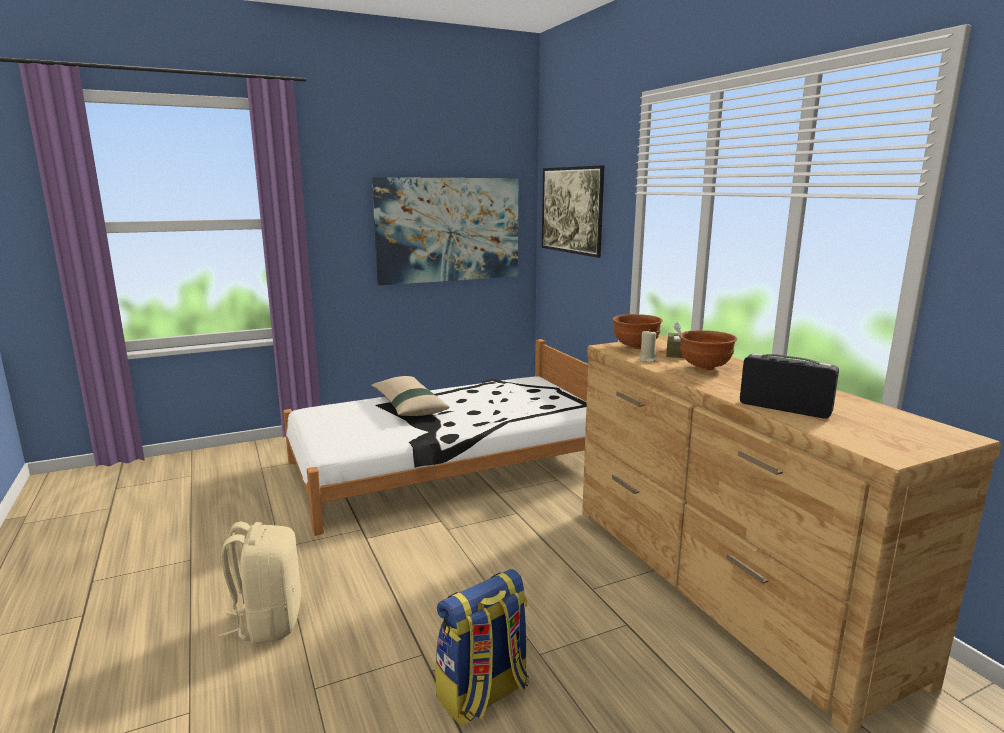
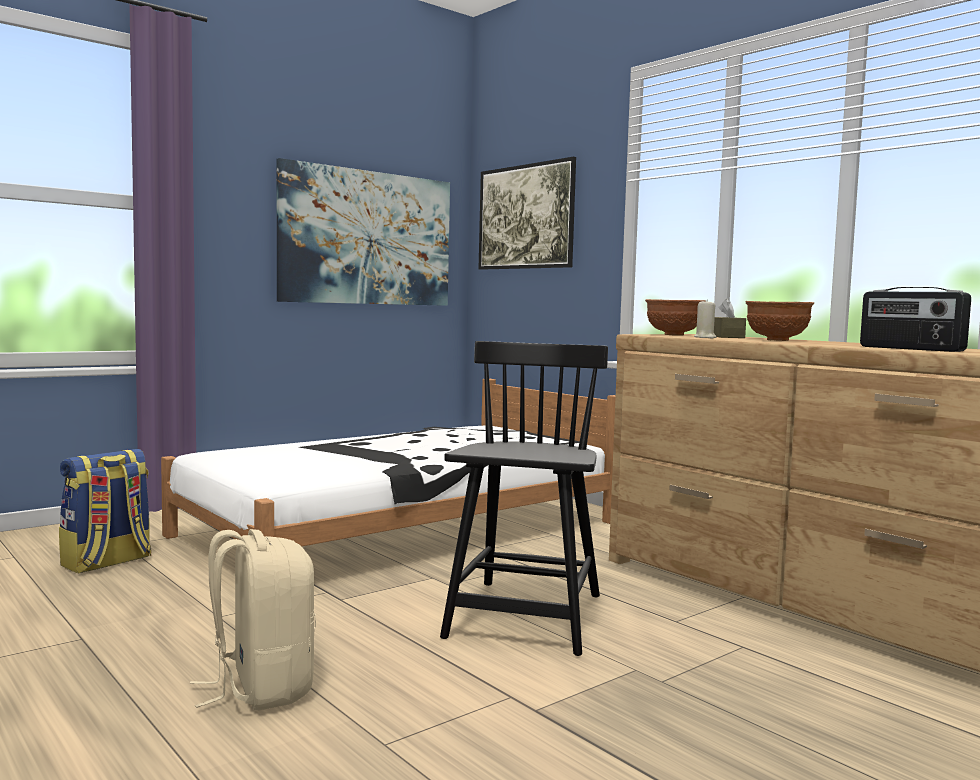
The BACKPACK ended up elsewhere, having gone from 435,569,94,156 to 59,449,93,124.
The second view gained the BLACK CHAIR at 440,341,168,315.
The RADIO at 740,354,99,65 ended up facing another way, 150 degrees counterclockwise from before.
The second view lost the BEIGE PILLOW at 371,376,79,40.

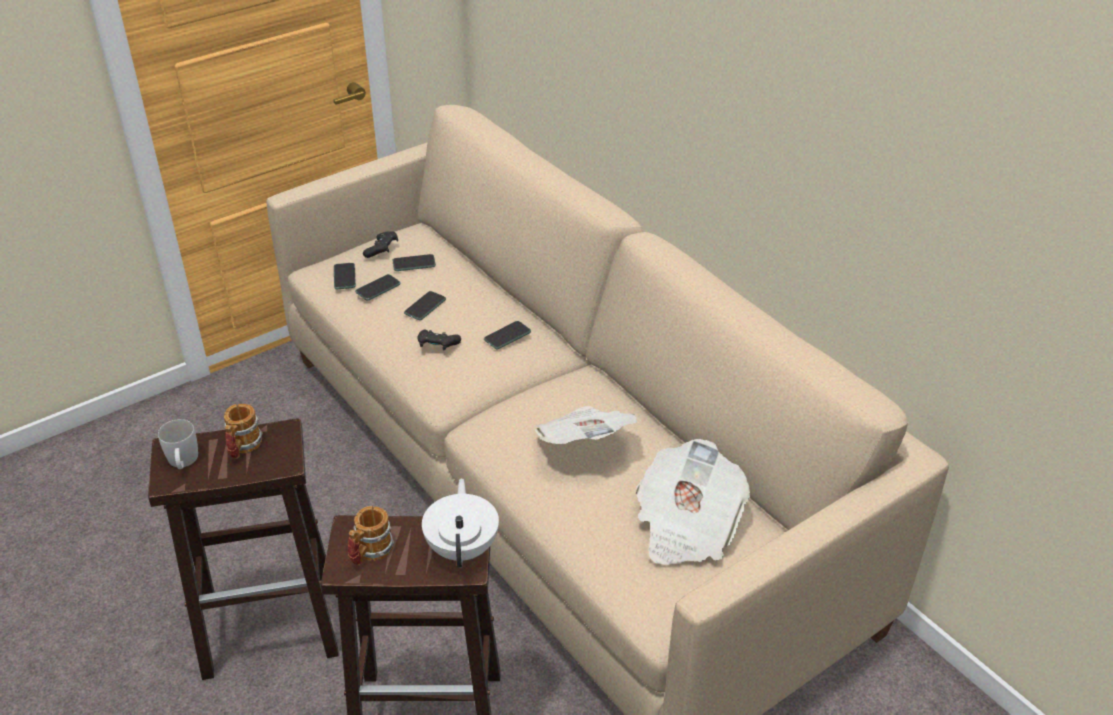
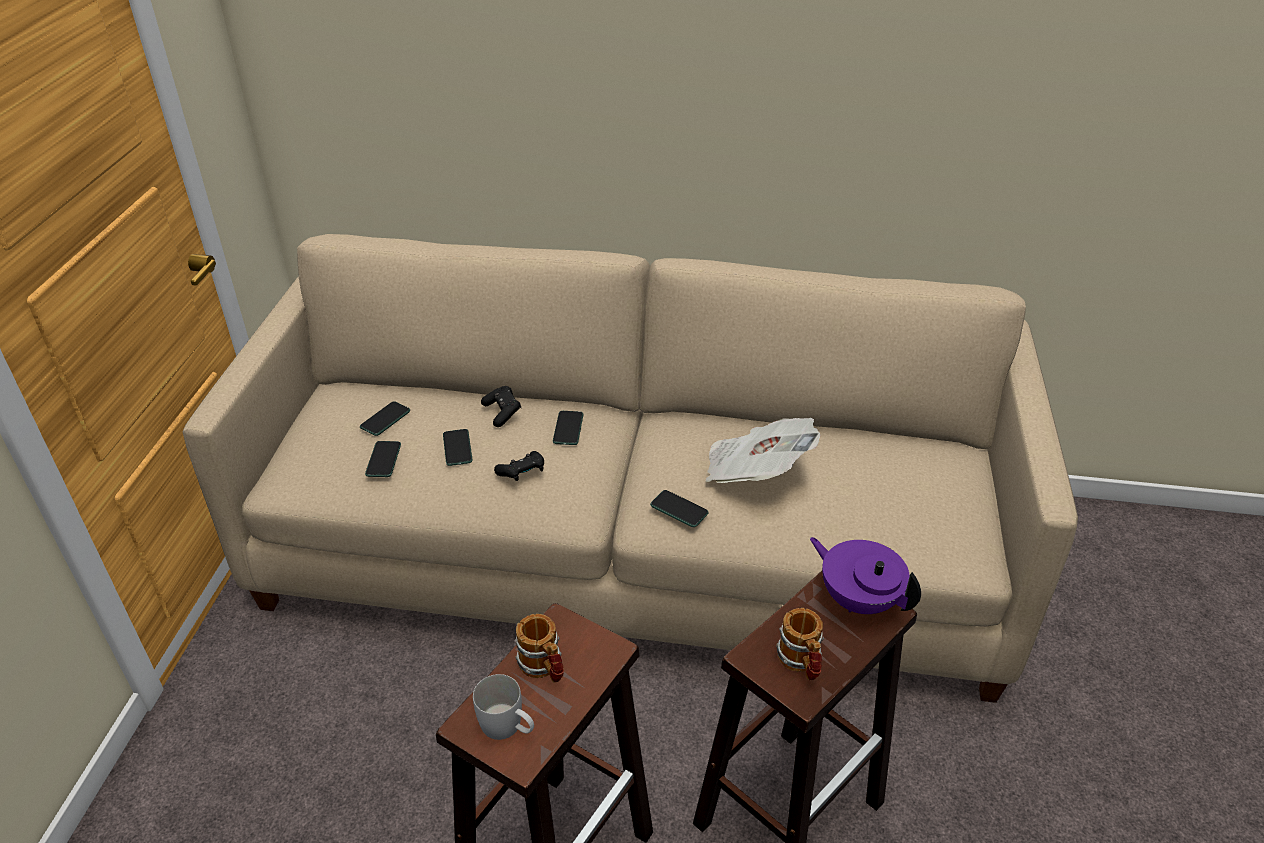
The BLACK GAME CONTROLLER ended up elsewhere, having gone from 363,232,35,26 to 481,386,40,41.
The PHONE ended up elsewhere, having gone from 334,263,22,26 to 650,490,59,37.
What was the WHITE TEAPOT at 422,478,77,90 turned into the PURPLE TEAPOT at 810,537,111,77.
The second view lost the NEWSPAPER at 636,439,114,126.

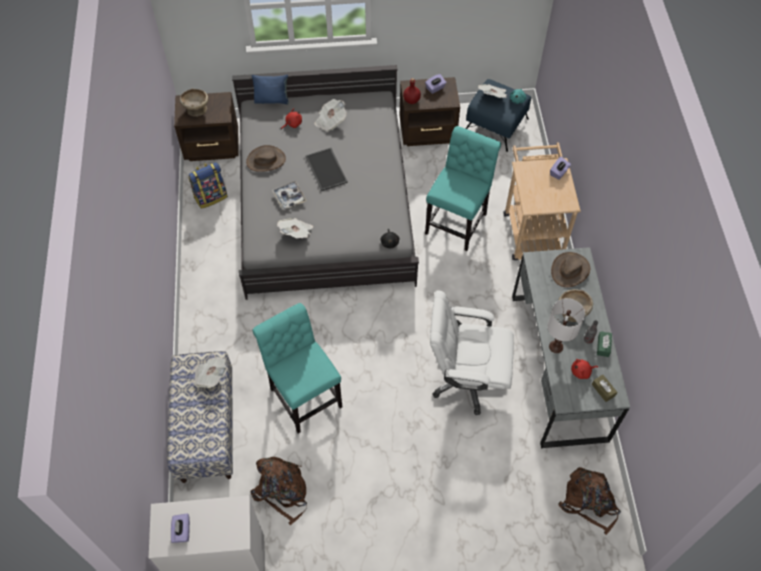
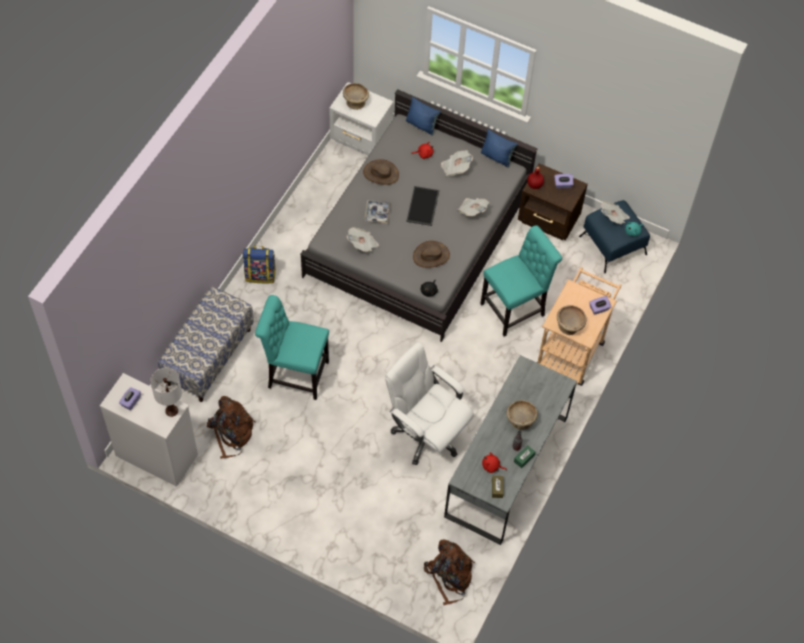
The WHITE TABLE LAMP ended up elsewhere, having gone from 547,298,38,55 to 151,368,31,49.
The BACKPACK ended up elsewhere, having gone from 189,162,39,47 to 243,246,33,38.
The TURQUOISE CHAIR at 253,303,90,130 ended up facing another way, 75 degrees counterclockwise from before.
What was the BROWN NIGHTSTAND at 174,92,65,69 turned into the WHITE NIGHTSTAND at 329,82,65,74.
The BROWN HAT ended up elsewhere, having gone from 551,252,39,35 to 413,241,37,27.
The NEWSPAPER ended up elsewhere, having gone from 194,356,33,32 to 458,198,31,18.
The second view gained the BLUE PILLOW at 481,129,37,39.
The second view gained the BEIGE BOWL at 557,305,29,30.

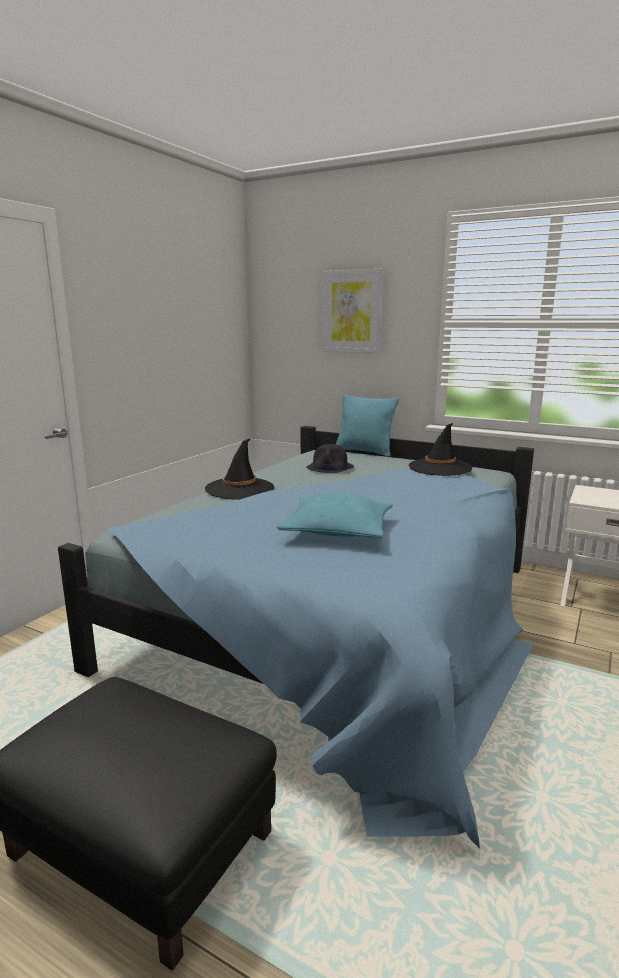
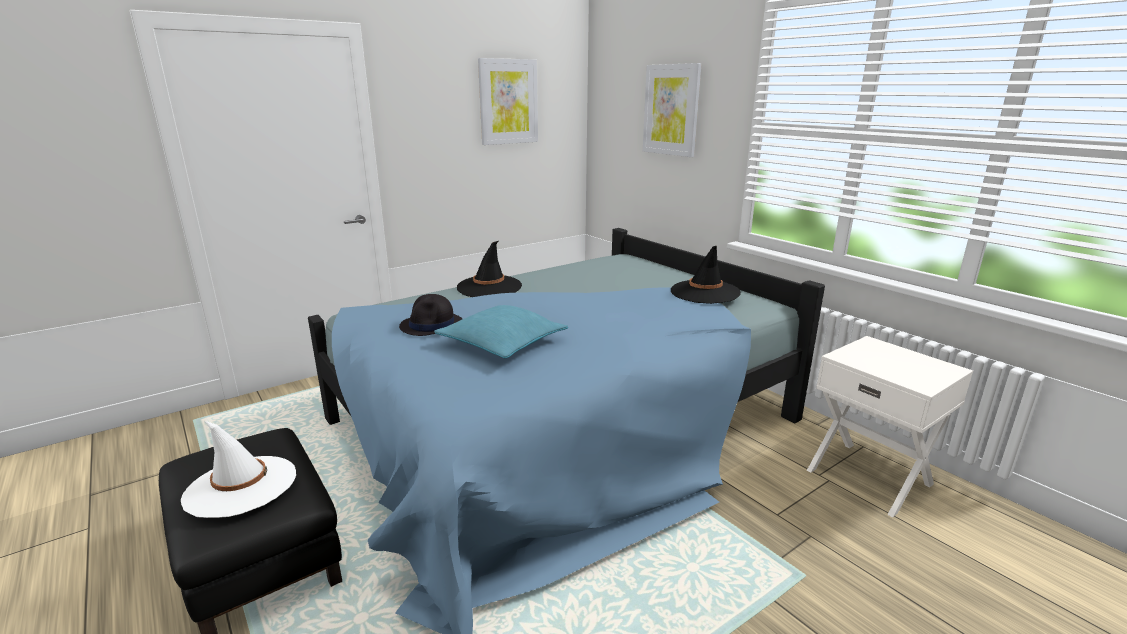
The second view gained the WHITE HAT at 181,421,115,97.
The BLACK HAT ended up elsewhere, having gone from 306,444,48,29 to 399,294,63,42.
The second view gained the PICTURE at 478,58,60,87.
The second view lost the TURQUOISE PILLOW at 336,394,63,63.

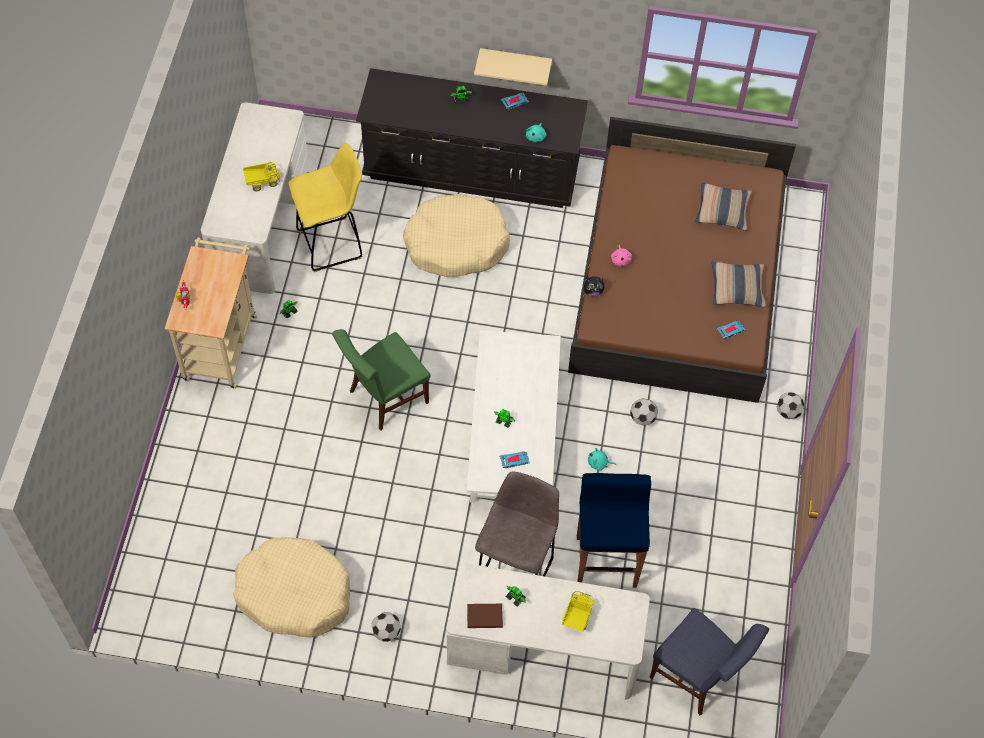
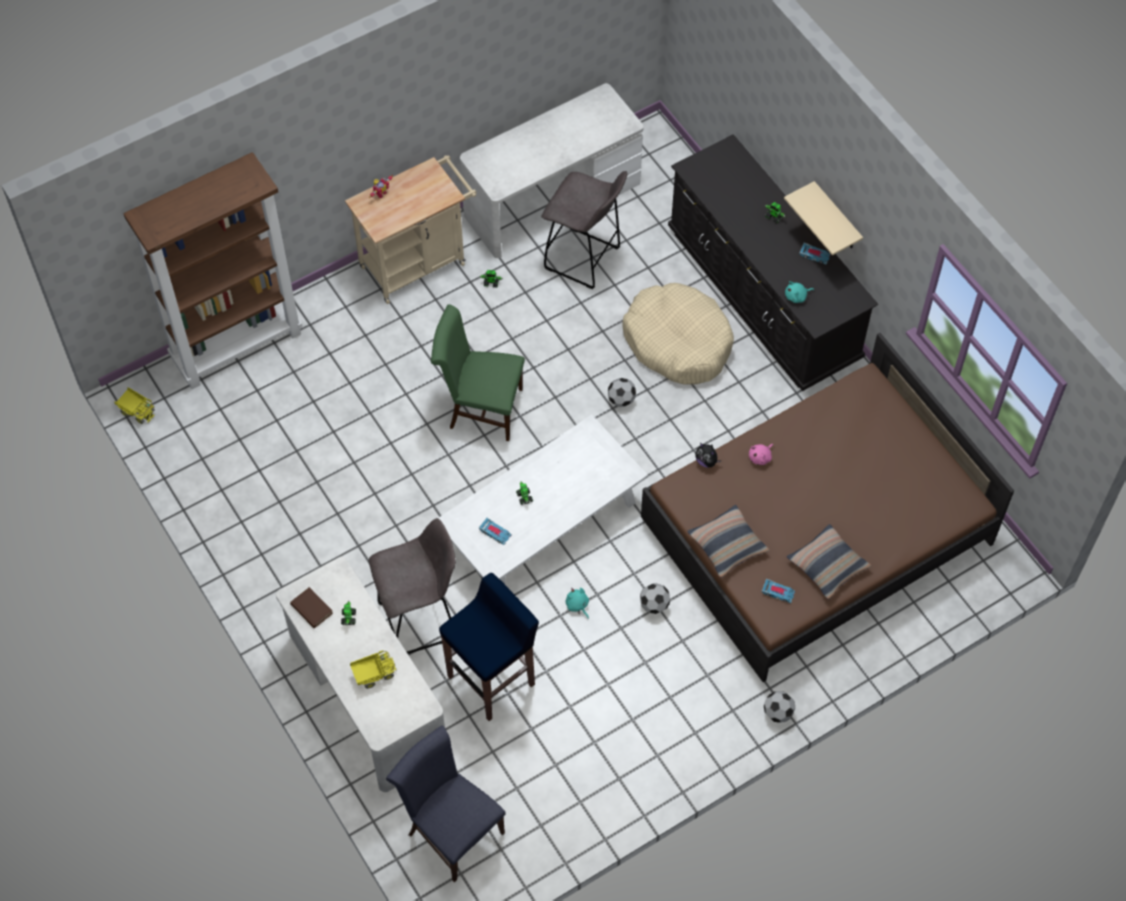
The TOY TRUCK ended up elsewhere, having gone from 243,162,37,29 to 115,387,40,37.
The second view gained the BROWN BOOKCASE at 123,152,180,237.
The BLUE CHAIR at 650,608,119,108 ended up facing another way, 135 degrees clockwise from before.
What was the YELLOW STOOL at 289,143,73,129 turned into the GREY STOOL at 541,171,87,118.
The FOOTBALL ended up elsewhere, having gone from 372,612,29,30 to 608,378,28,29.
The PILLOW ended up elsewhere, having gone from 695,183,57,48 to 687,505,82,73.
The second view lost the BEIGE DOG BED at 233,537,117,101.

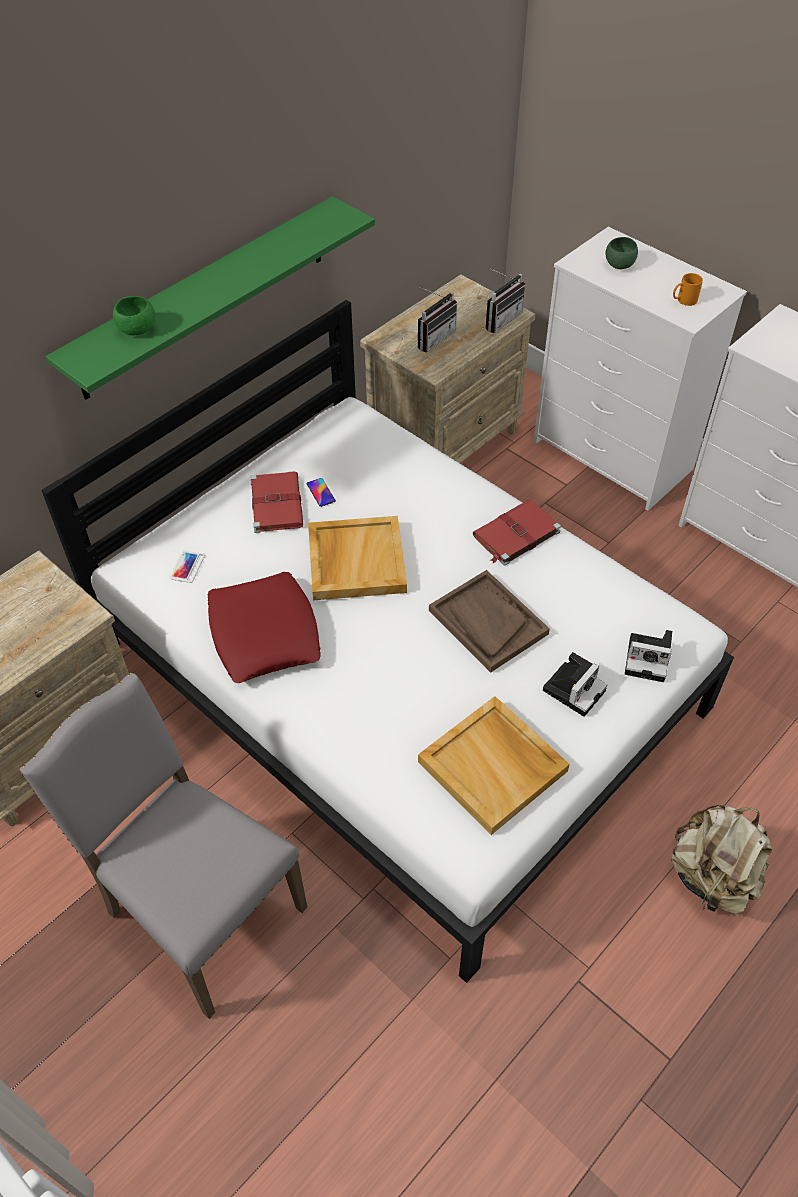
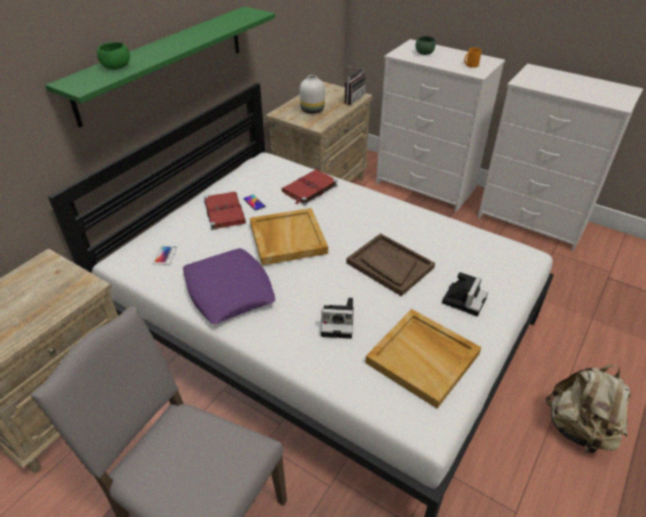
What was the RED PILLOW at 207,572,114,111 turned into the PURPLE PILLOW at 183,248,92,76.
The RED BOOK ended up elsewhere, having gone from 473,499,88,67 to 281,170,57,35.
Where the RADIO stood at 418,287,39,65, the WHITE VASE came to stand at 300,75,25,39.
The PHOTO CAMERA ended up elsewhere, having gone from 625,630,47,52 to 321,298,33,41.

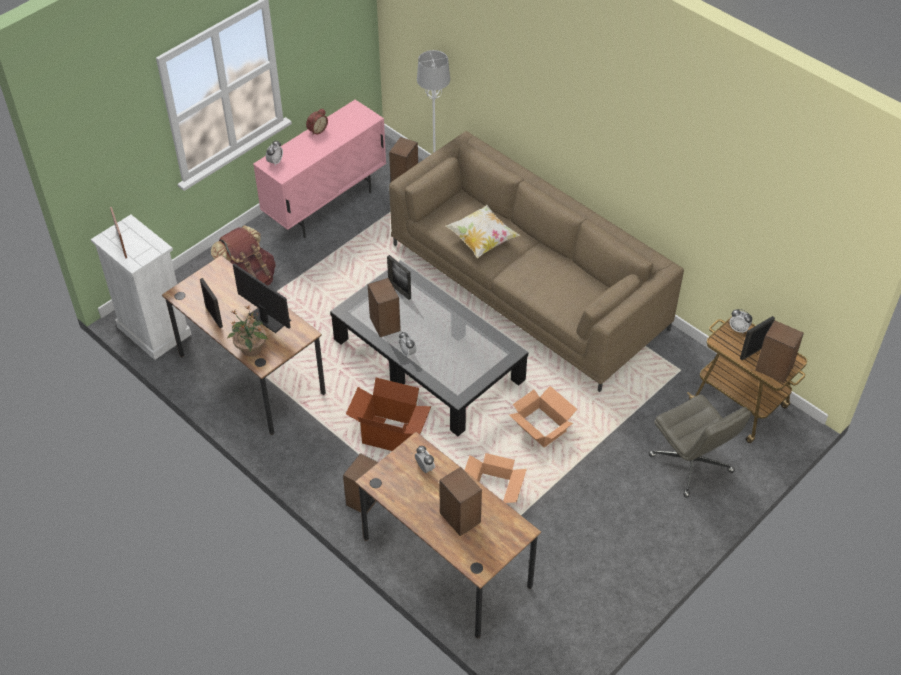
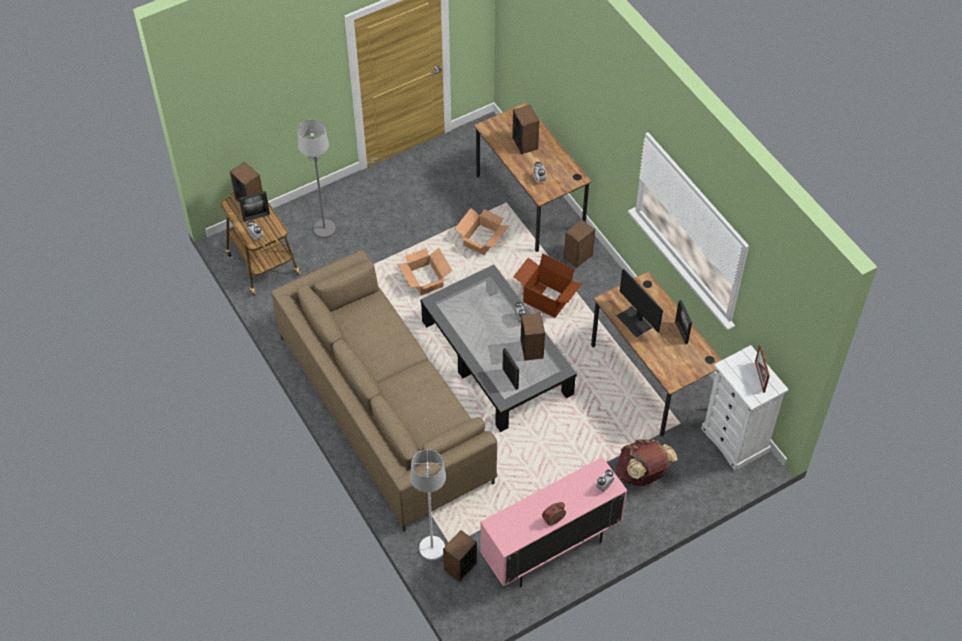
Where the GREY OFFICE CHAIR stood at 649,394,102,104, the GREY FLOOR LAMP came to stand at 298,119,38,119.
The second view lost the POTTED PLANT at 227,305,41,51.
The second view lost the PILLOW at 445,205,75,53.

